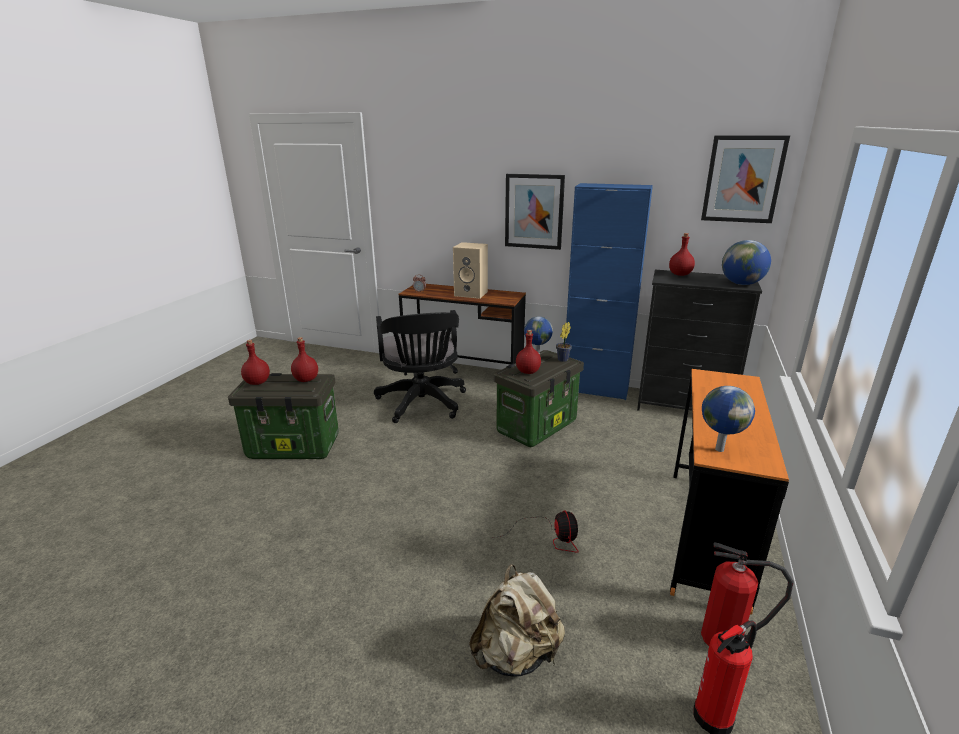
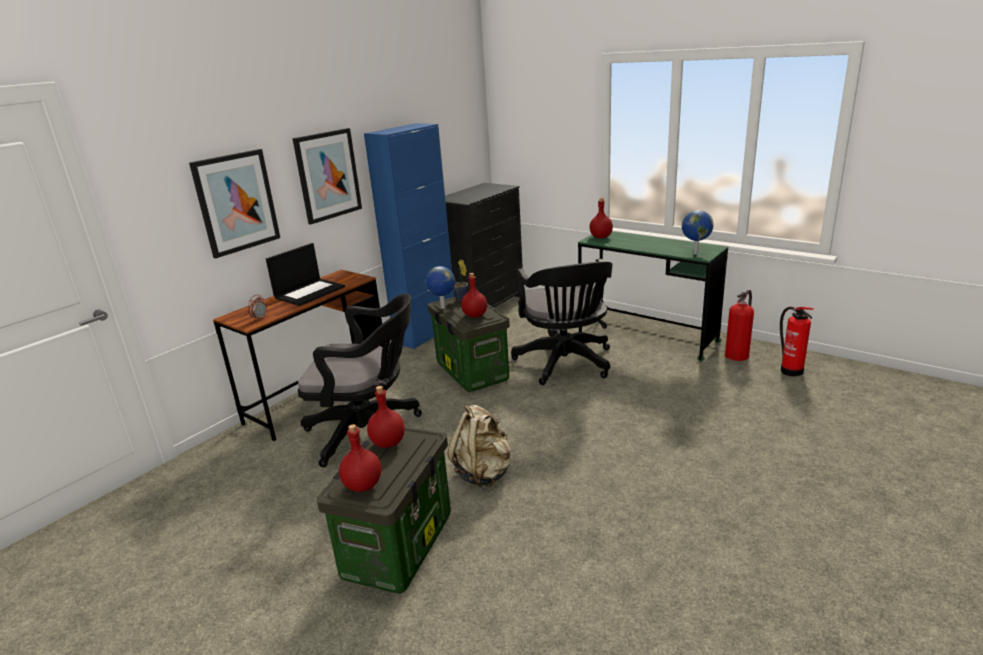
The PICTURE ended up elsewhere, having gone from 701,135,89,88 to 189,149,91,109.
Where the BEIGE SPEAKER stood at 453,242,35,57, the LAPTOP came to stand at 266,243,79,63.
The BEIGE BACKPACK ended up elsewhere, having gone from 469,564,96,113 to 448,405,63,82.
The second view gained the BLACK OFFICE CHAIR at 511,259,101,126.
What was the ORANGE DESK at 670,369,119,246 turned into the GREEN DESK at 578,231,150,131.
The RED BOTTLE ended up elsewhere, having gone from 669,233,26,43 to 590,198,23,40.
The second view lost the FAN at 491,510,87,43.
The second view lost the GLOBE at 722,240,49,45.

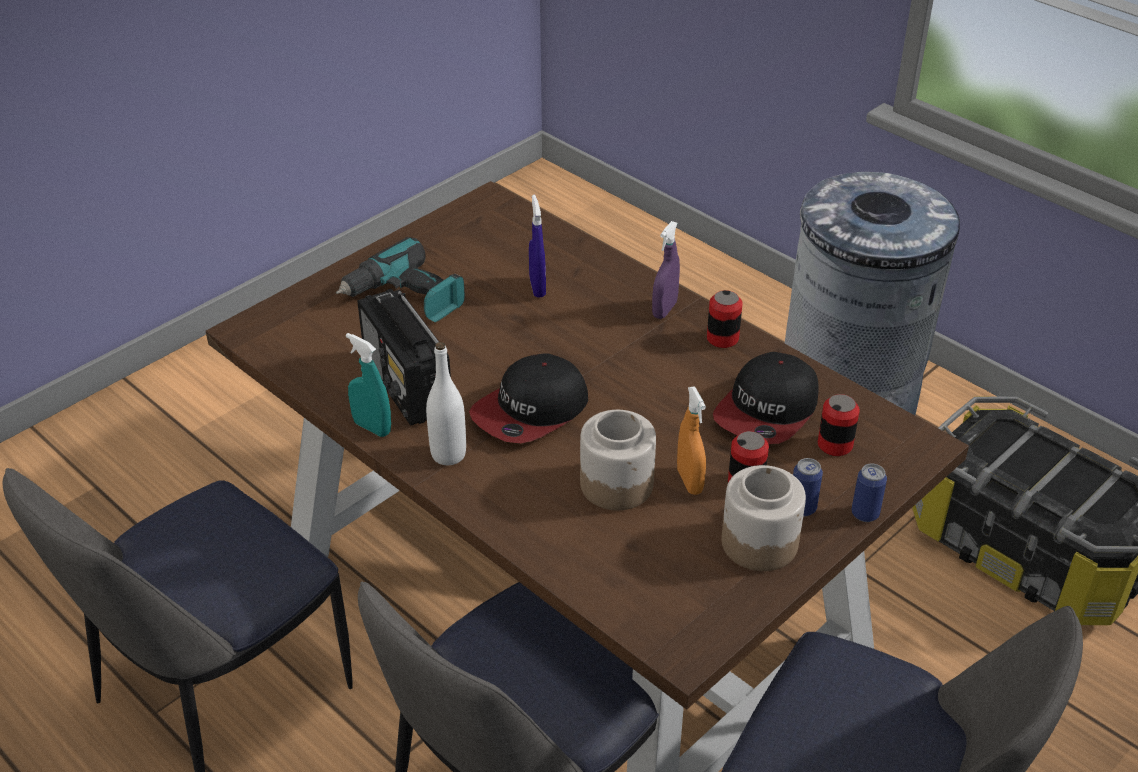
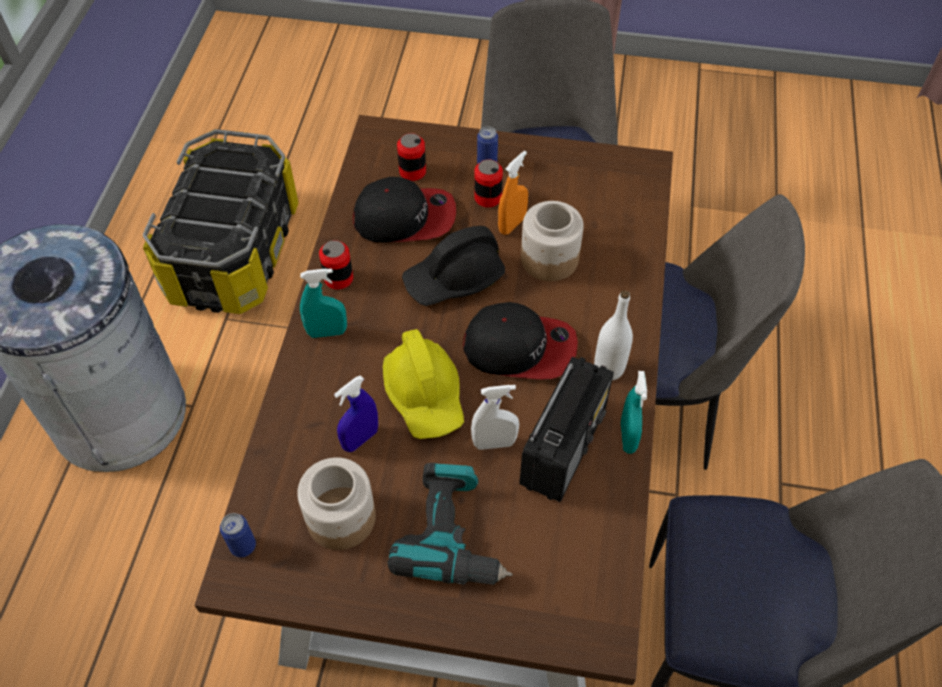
The CAN ended up elsewhere, having gone from 851,464,36,58 to 220,513,36,44.
The JAR ended up elsewhere, having gone from 721,465,85,106 to 297,457,79,93.
What was the PURPLE SPRAY BOTTLE at 652,221,28,98 turned into the TURQUOISE SPRAY BOTTLE at 300,268,47,70.
The second view gained the YELLOW HARD HAT at 383,329,81,110.
The second view gained the BLACK HARD HAT at 402,226,103,80.
The second view gained the WHITE SPRAY BOTTLE at 471,385,48,65.

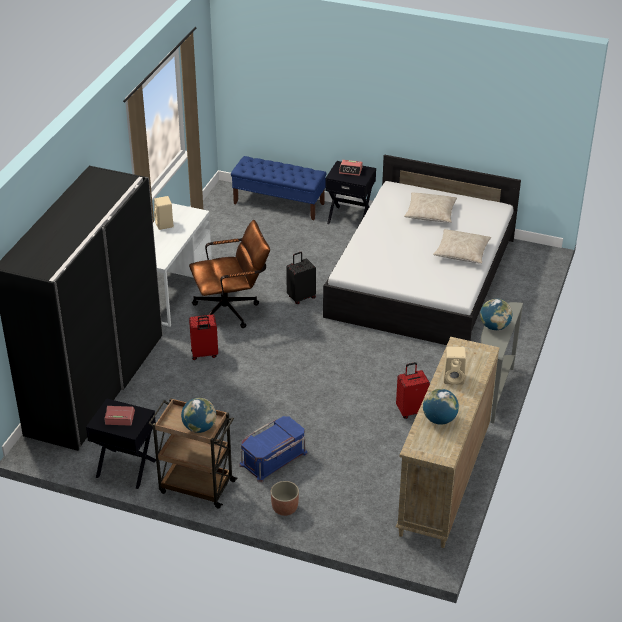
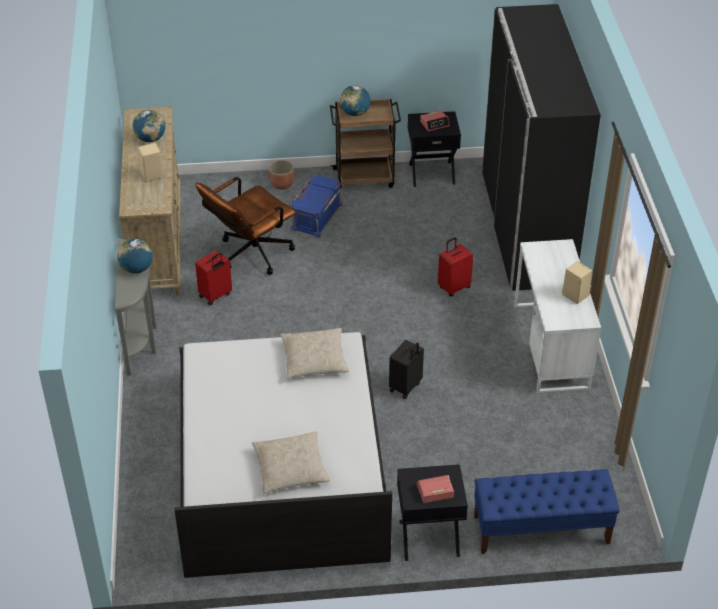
The BROWN OFFICE CHAIR ended up elsewhere, having gone from 189,220,81,108 to 195,177,101,98.
The BEIGE PILLOW ended up elsewhere, having gone from 433,229,58,35 to 280,328,69,51.

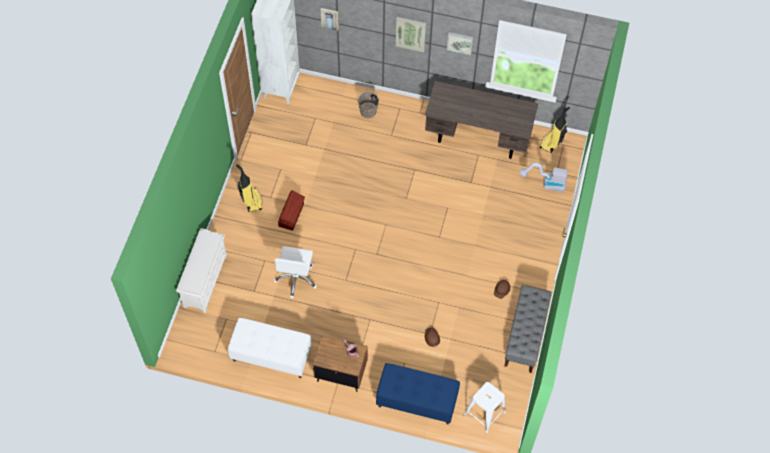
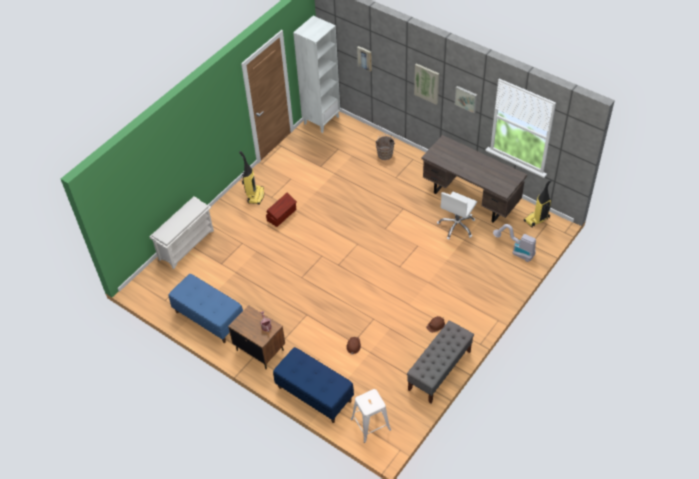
What was the WHITE BENCH at 228,318,84,60 turned into the BLUE BENCH at 168,274,75,69.
The WHITE OFFICE CHAIR ended up elsewhere, having gone from 274,246,43,52 to 437,191,40,48.

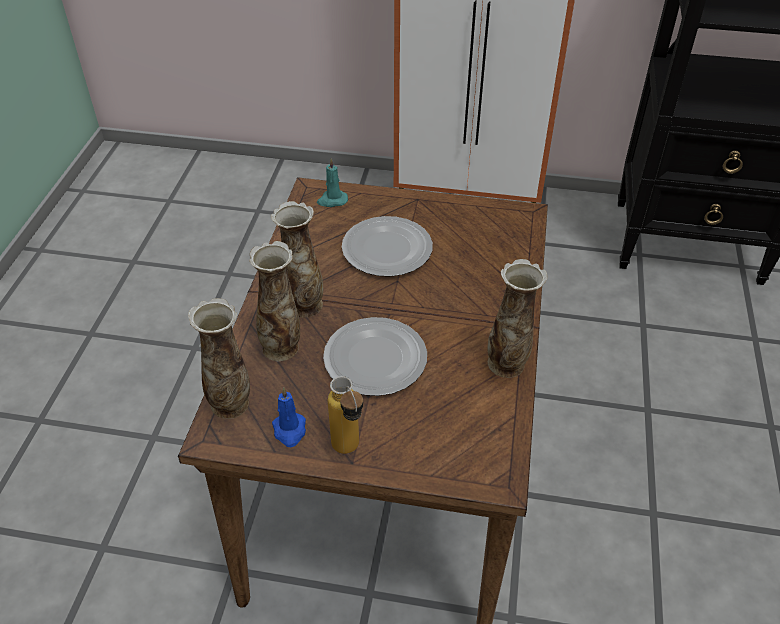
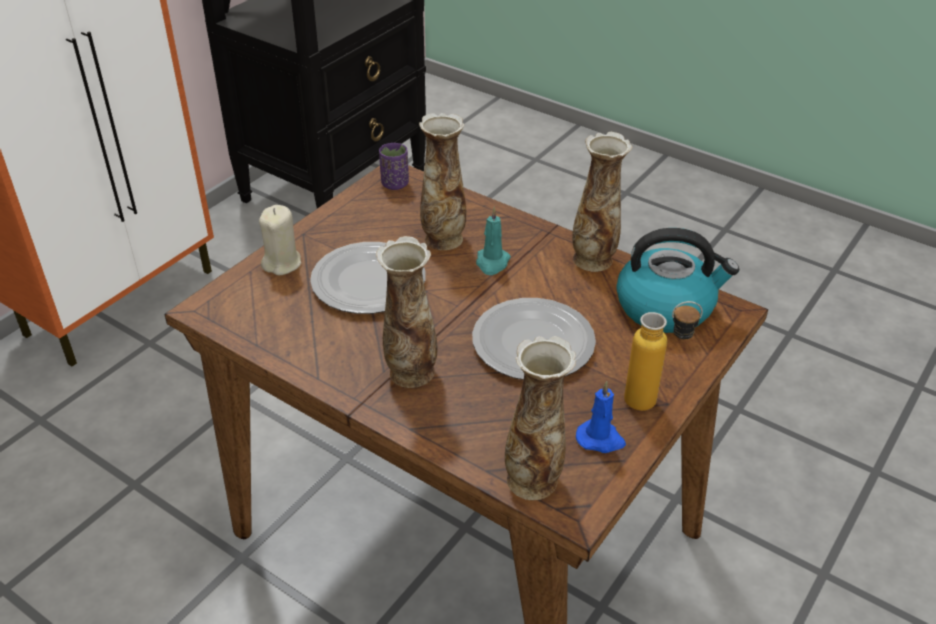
The second view gained the BEIGE CANDLE at 259,205,42,71.
The second view gained the PURPLE CUP at 379,143,30,47.
The VASE ended up elsewhere, having gone from 249,241,51,120 to 419,113,47,137.
The TURQUOISE CANDLE ended up elsewhere, having gone from 317,159,31,48 to 476,207,35,68.
The second view gained the KETTLE at 616,228,123,105.

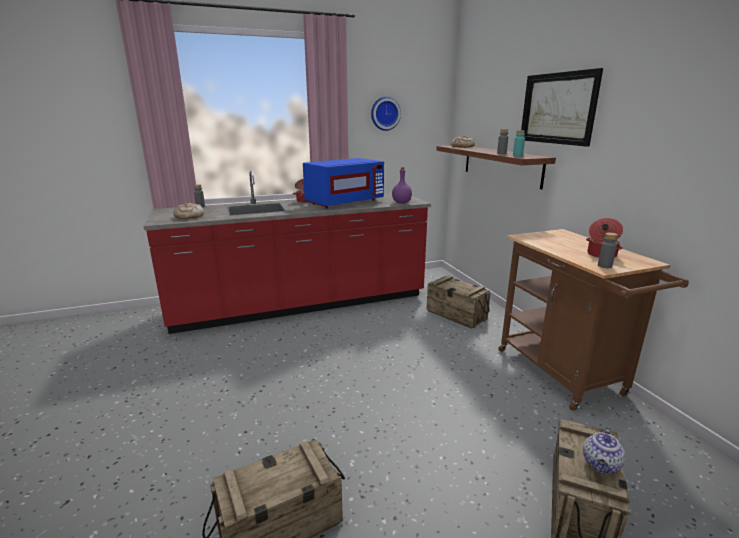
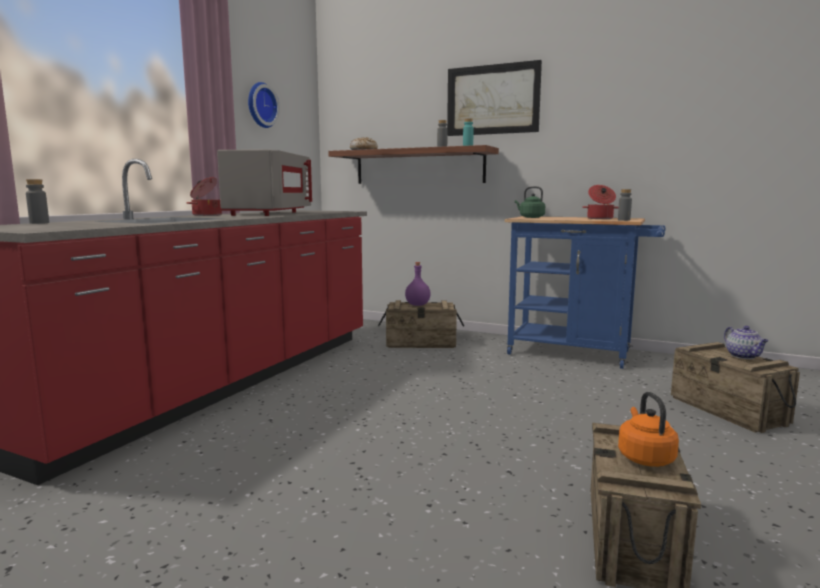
What was the BLUE MICROWAVE at 303,158,81,50 turned into the GREY MICROWAVE at 217,149,95,67.
The PURPLE BOTTLE ended up elsewhere, having gone from 392,167,20,36 to 405,262,26,44.
What was the BROWN CART at 498,229,191,182 turned into the BLUE CART at 505,216,161,153.
The second view gained the GREEN KETTLE at 515,186,30,32.
The second view gained the ORANGE KETTLE at 618,392,61,75.
The second view lost the BREAD at 173,203,31,16.

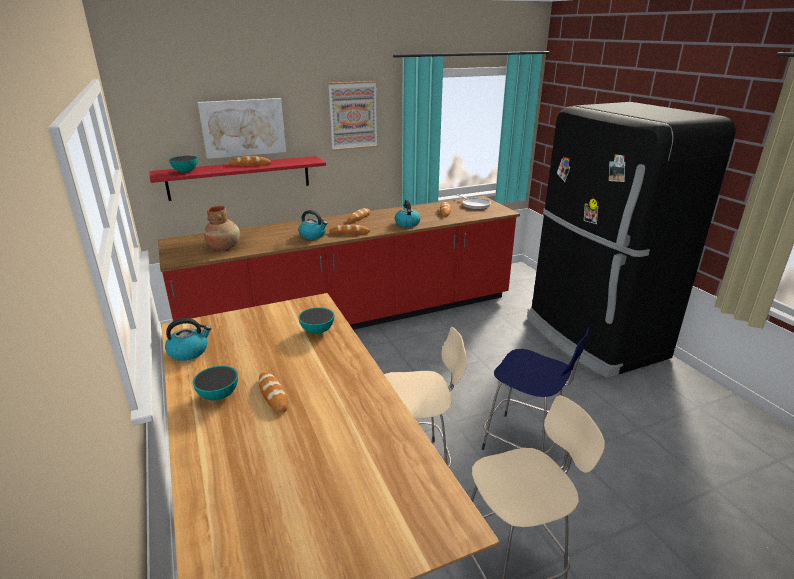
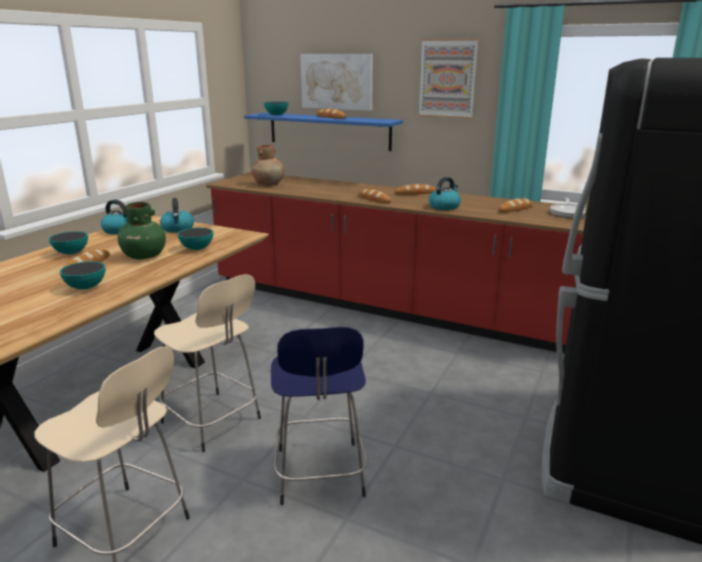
The second view gained the BOWL at 60,261,45,28.
The second view gained the GREEN VASE at 118,202,48,57.
The KETTLE ended up elsewhere, having gone from 298,210,29,29 to 160,198,34,35.
What was the RED SHELF at 150,156,176,45 turned into the BLUE SHELF at 244,113,159,38.

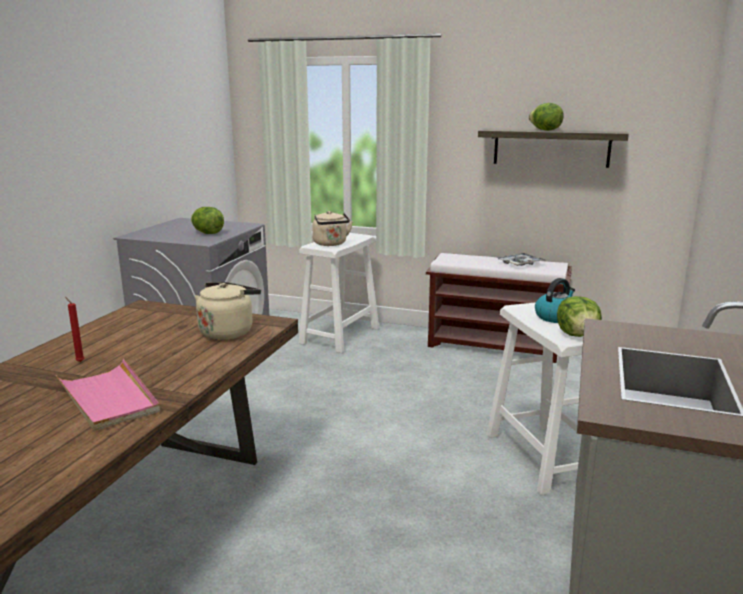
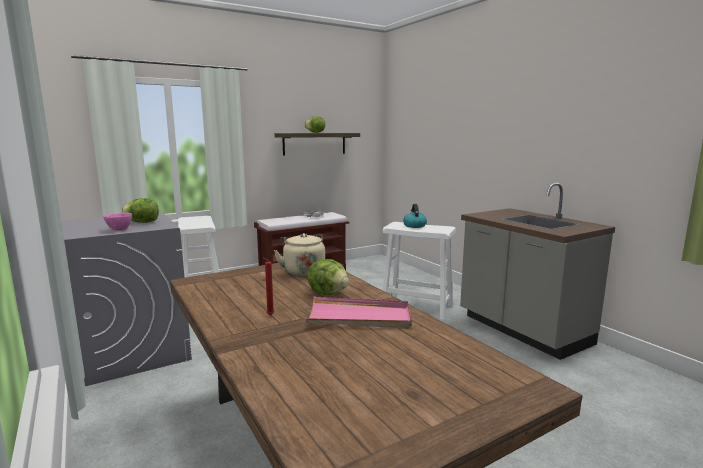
The second view gained the PINK BOWL at 103,213,29,18.
The LETTUCE ended up elsewhere, having gone from 557,296,45,41 to 307,259,42,36.
The second view lost the BEIGE KETTLE at 312,211,41,35.

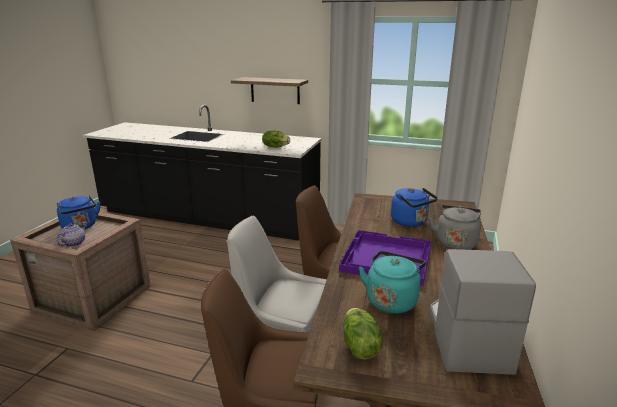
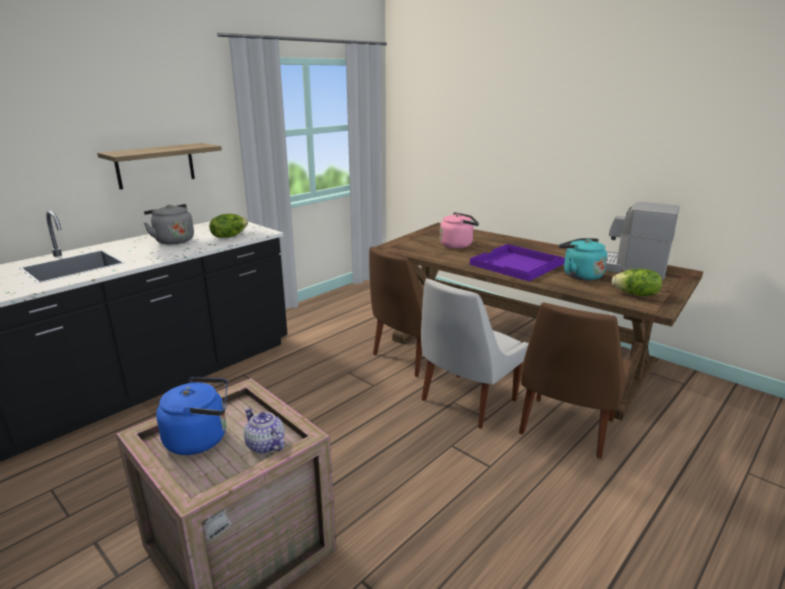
The GREY KETTLE ended up elsewhere, having gone from 429,205,52,45 to 144,204,50,41.
What was the BLUE KETTLE at 391,188,47,39 turned into the PINK KETTLE at 440,212,39,37.

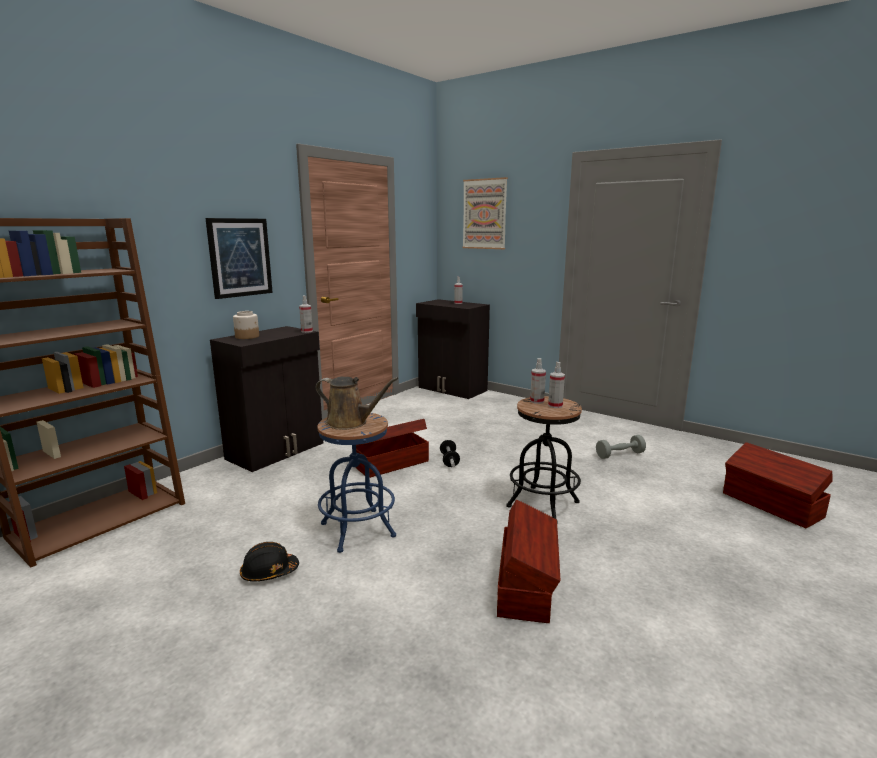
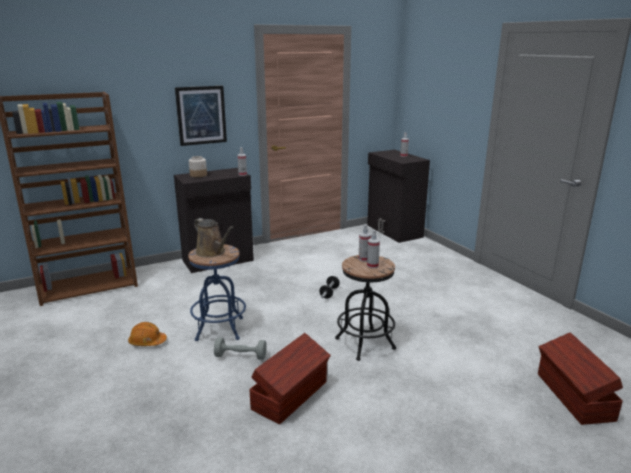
What was the BLACK HARD HAT at 240,542,59,39 turned into the ORANGE HARD HAT at 128,322,39,24.
The GREY DUMBBELL ended up elsewhere, having gone from 596,435,50,24 to 214,337,53,23.
The second view lost the BROWN STORAGE BOX at 355,419,74,59.
The second view lost the PICTURE at 462,177,46,72.

